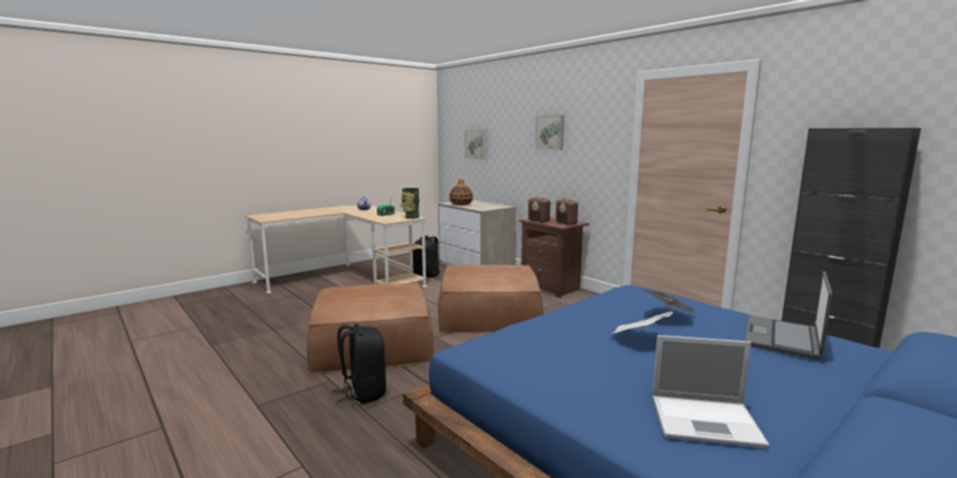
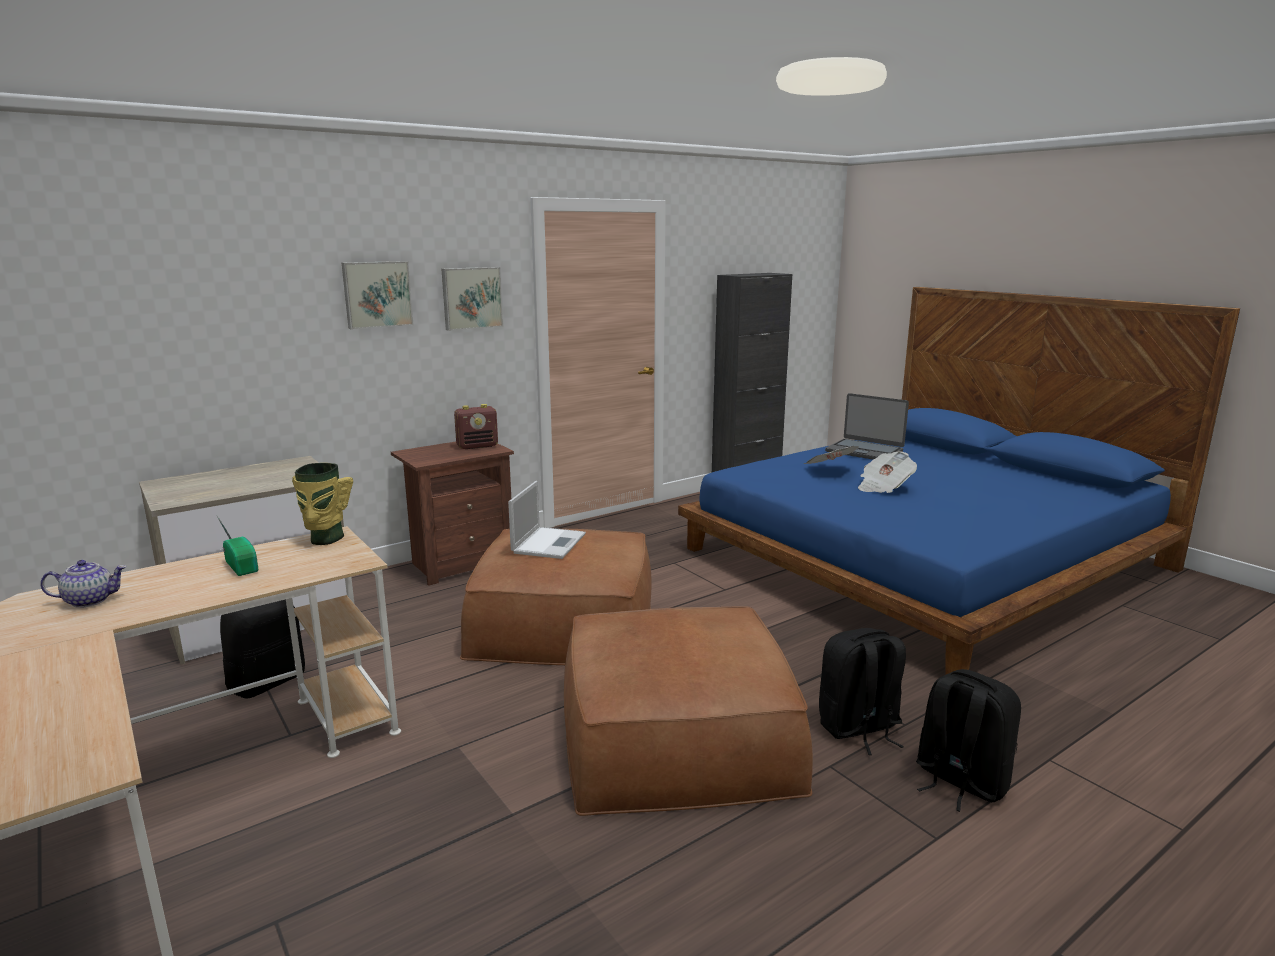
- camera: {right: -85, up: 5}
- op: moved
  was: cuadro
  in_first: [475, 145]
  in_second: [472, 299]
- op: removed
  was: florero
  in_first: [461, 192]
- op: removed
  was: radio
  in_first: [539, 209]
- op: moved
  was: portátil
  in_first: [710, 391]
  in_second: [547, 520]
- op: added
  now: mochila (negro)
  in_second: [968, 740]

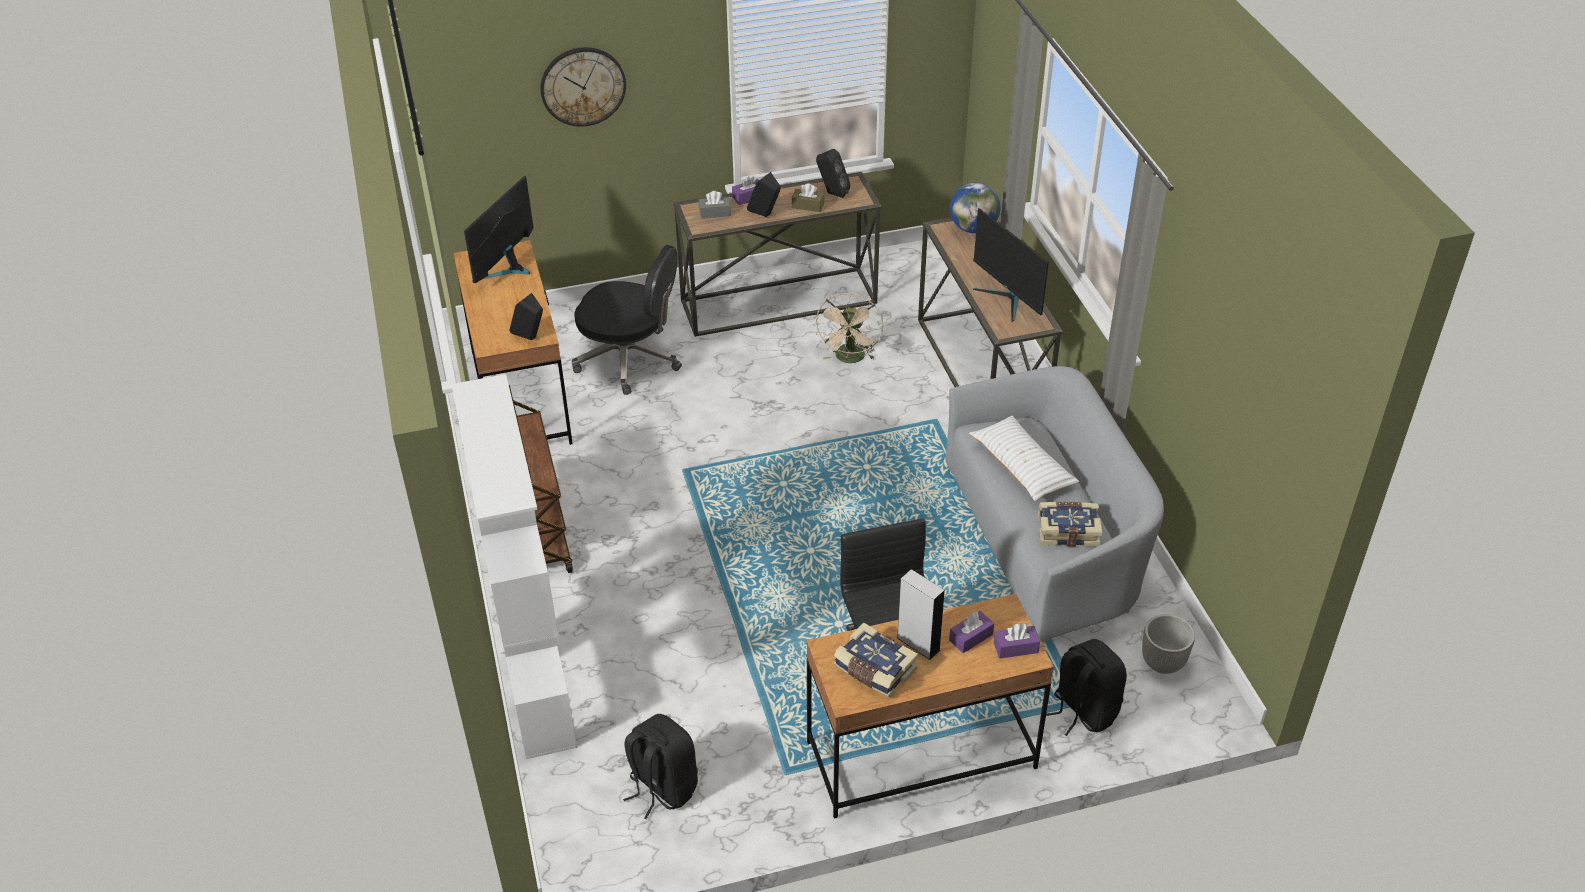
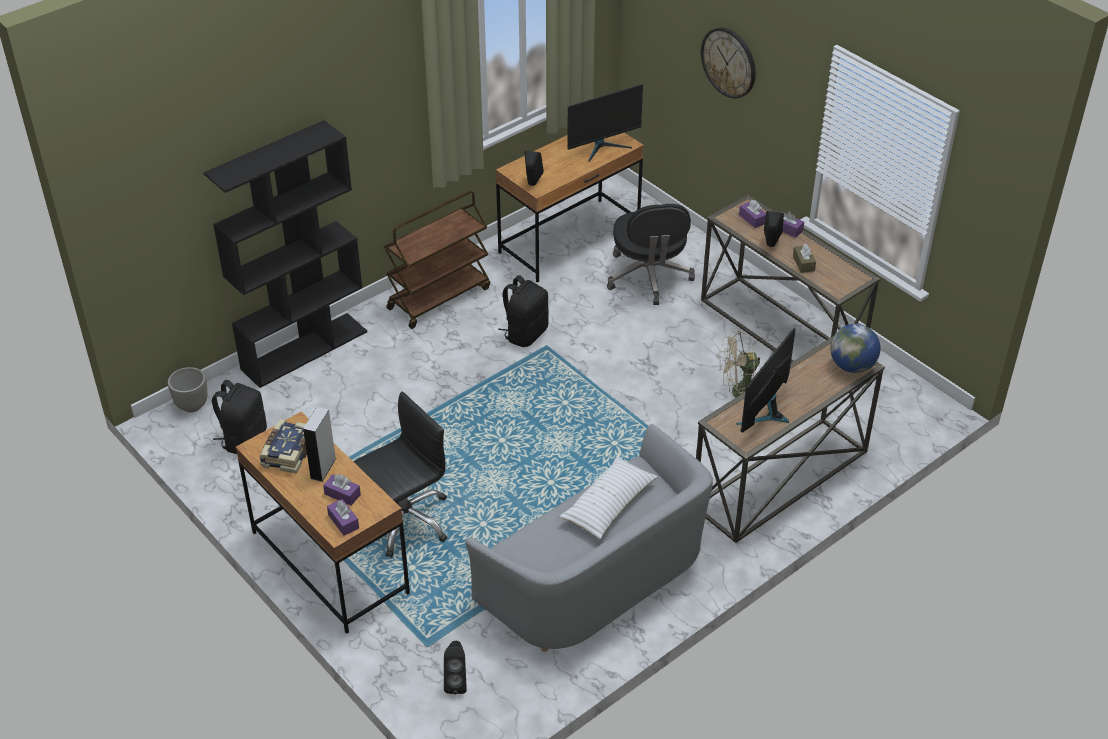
- camera: {right: 65, up: 0}
- op: moved
  was: altavoz (negro)
  in_first: [833, 173]
  in_second: [455, 668]
- op: turned
  was: monitor
  in_first: [499, 229]
  in_second: [605, 123]
  clockwise: 150
- op: recoloured
  was: caja de pañuelos (gris)
  now: caja de pañuelos (morado)
  in_first: [715, 205]
  in_second: [752, 214]
- op: recoloured
  was: estantería (blanco)
  now: estantería (negro)
  in_first: [514, 566]
  in_second: [285, 254]
- op: removed
  was: libro
  in_first: [1070, 524]
- op: moved
  was: maceta
  in_first: [1168, 644]
  in_second: [188, 389]
- op: moved
  was: mochila (negro)
  in_first: [1086, 687]
  in_second: [523, 311]

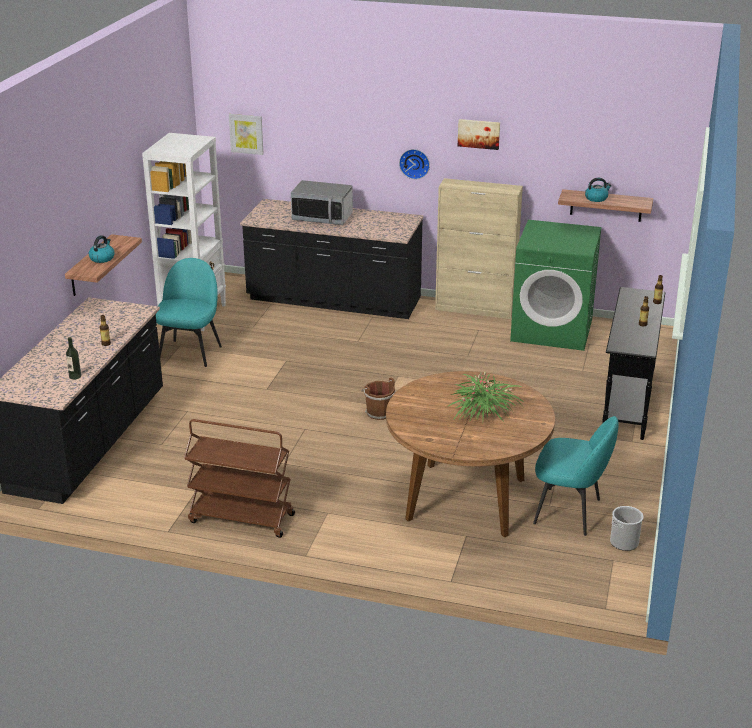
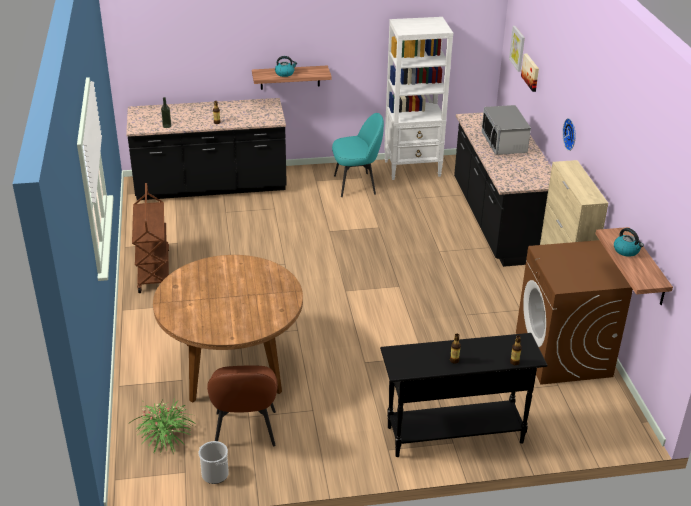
- camera: {right: 65, up: 5}
- op: moved
  was: cuadro
  in_first: [479, 134]
  in_second: [530, 73]
- op: recoloured
  was: lavadora (verde)
  now: lavadora (marrón)
  in_first: [556, 285]
  in_second: [574, 312]
- op: moved
  was: planta en maceta
  in_first: [485, 396]
  in_second: [161, 425]
- op: removed
  was: cubo (marrón)
  in_first: [378, 399]
- op: recoloured
  was: silla (turquesa)
  now: silla (marrón)
  in_first: [576, 476]
  in_second: [242, 406]

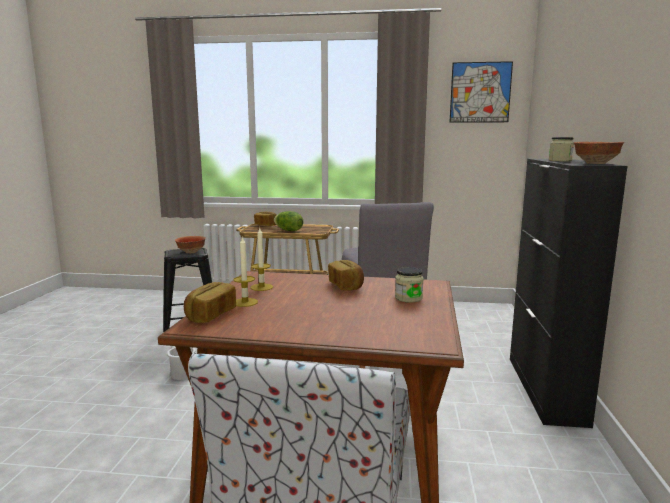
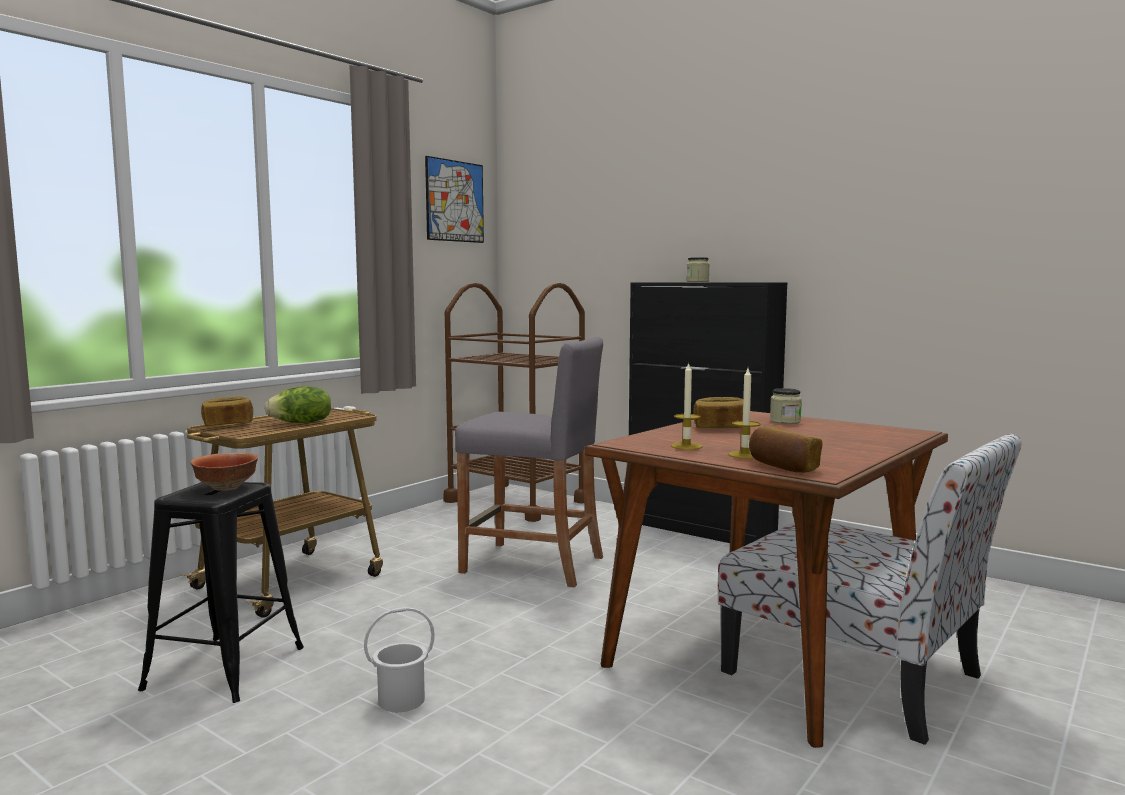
- camera: {right: -60, up: -5}
- op: removed
  was: cuenco
  in_first: [599, 153]
- op: added
  now: carrito (marrón)
  in_second: [514, 402]

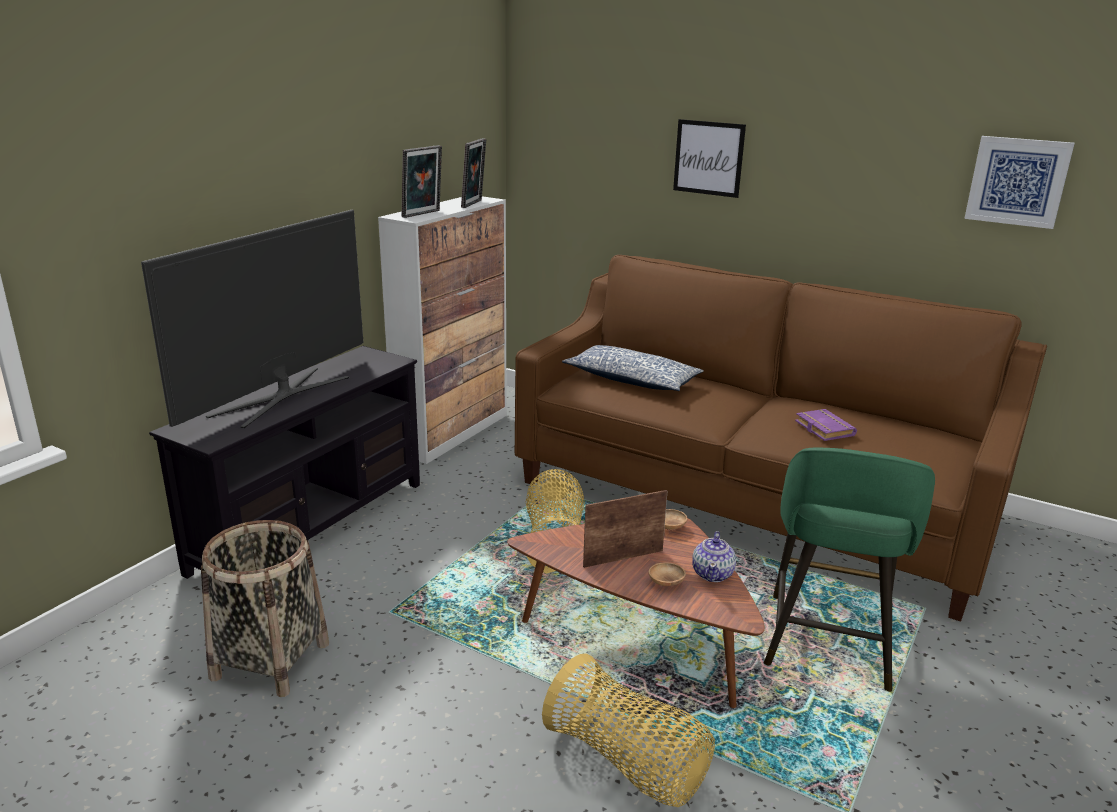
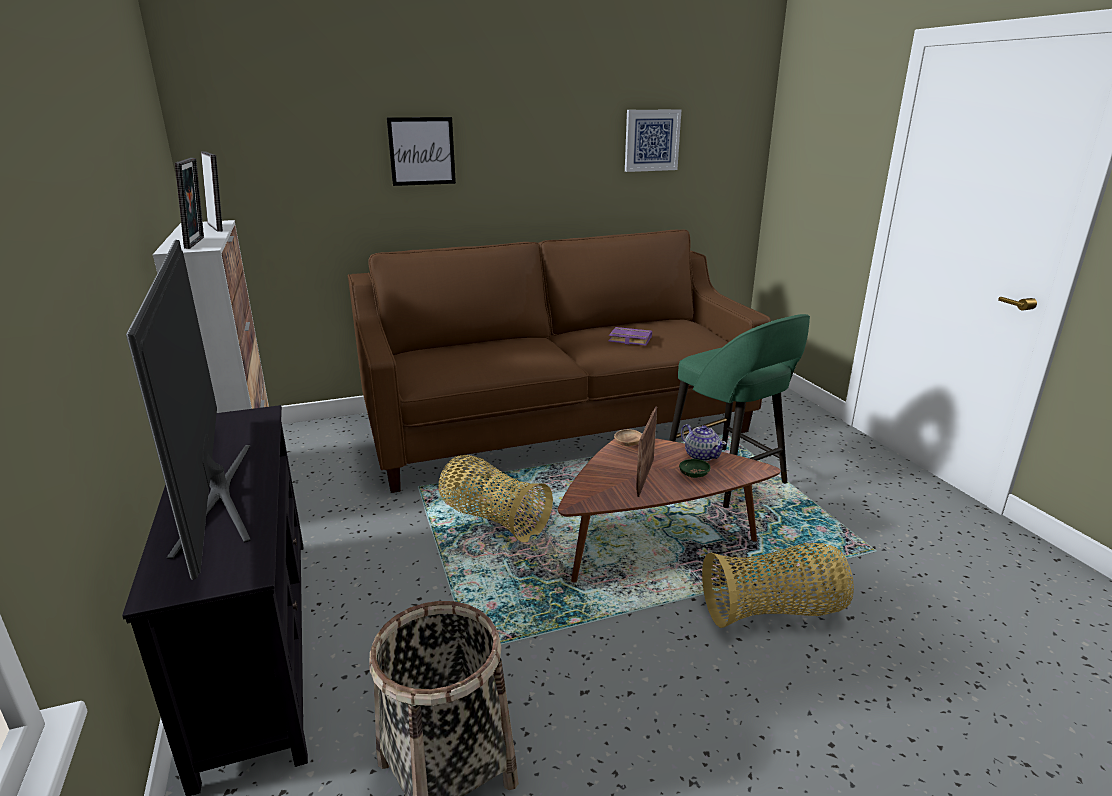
- camera: {right: -50, up: 0}
- op: removed
  was: cojín
  in_first: [633, 368]
- op: recoloured
  was: cuenco (marrón)
  now: cuenco (verde)
  in_first: [667, 574]
  in_second: [695, 468]

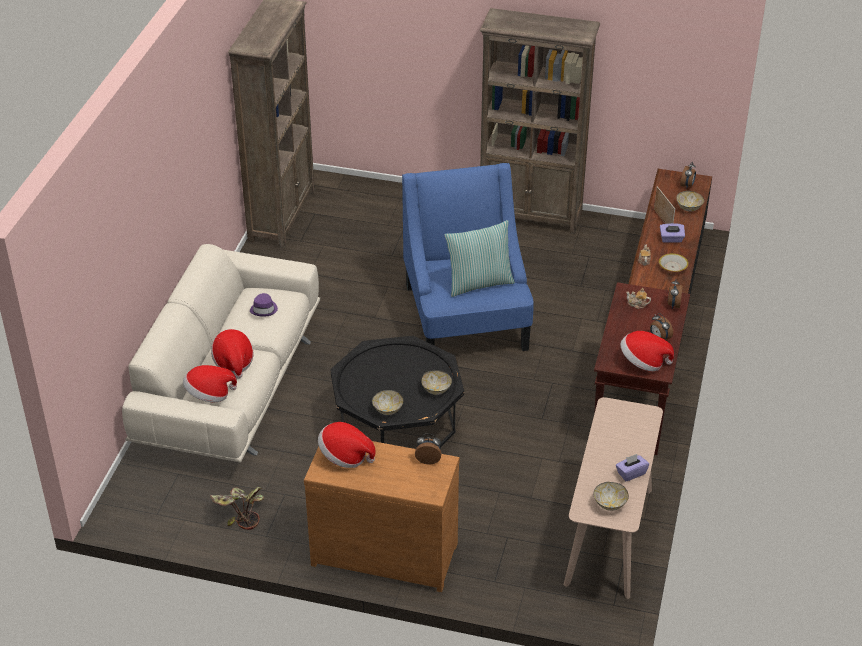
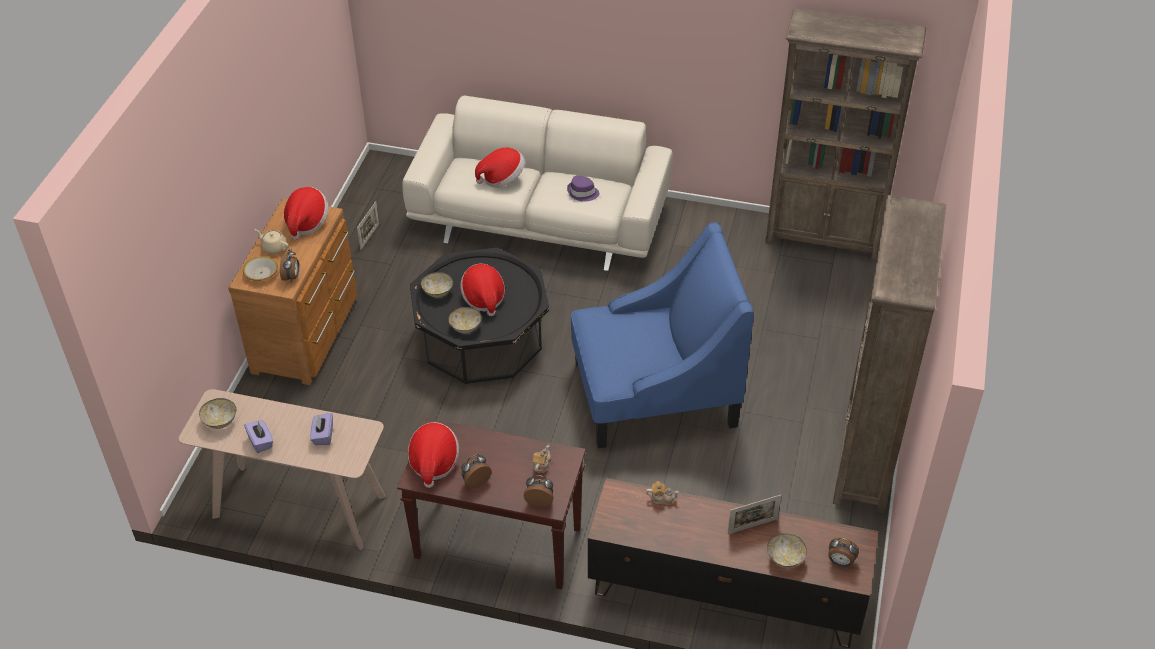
- camera: {right: 90, up: 5}
- op: removed
  was: cojín
  in_first: [480, 258]
- op: moved
  was: caja de pañuelos (morado)
  in_first: [672, 233]
  in_second: [321, 429]
- op: moved
  was: cuenco
  in_first: [674, 262]
  in_second: [260, 268]
- op: moved
  was: sombrero
  in_first: [210, 383]
  in_second: [482, 290]
- op: replaced
  was: planta en maceta
  now: portarretratos
  in_first: [237, 508]
  in_second: [368, 225]
- op: added
  now: tetera (beis)
  in_second: [272, 241]

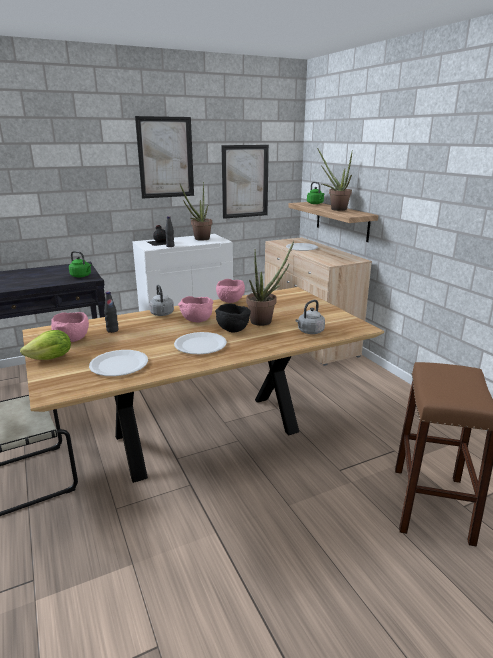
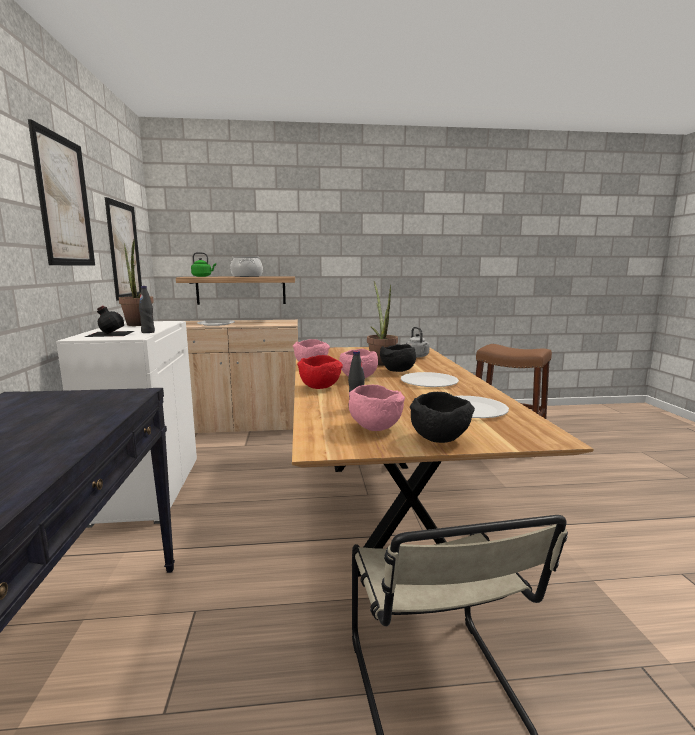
- camera: {right: -70, up: -10}
- op: replaced
  was: planta en maceta
  now: olla
  in_first: [334, 179]
  in_second: [246, 267]
- op: removed
  was: hervidor (verde)
  in_first: [80, 264]
- op: replaced
  was: hervidor (gris)
  now: cuenco (rojo)
  in_first: [161, 300]
  in_second: [320, 372]
- op: replaced
  was: lechuga
  now: cuenco (negro)
  in_first: [45, 345]
  in_second: [442, 417]

